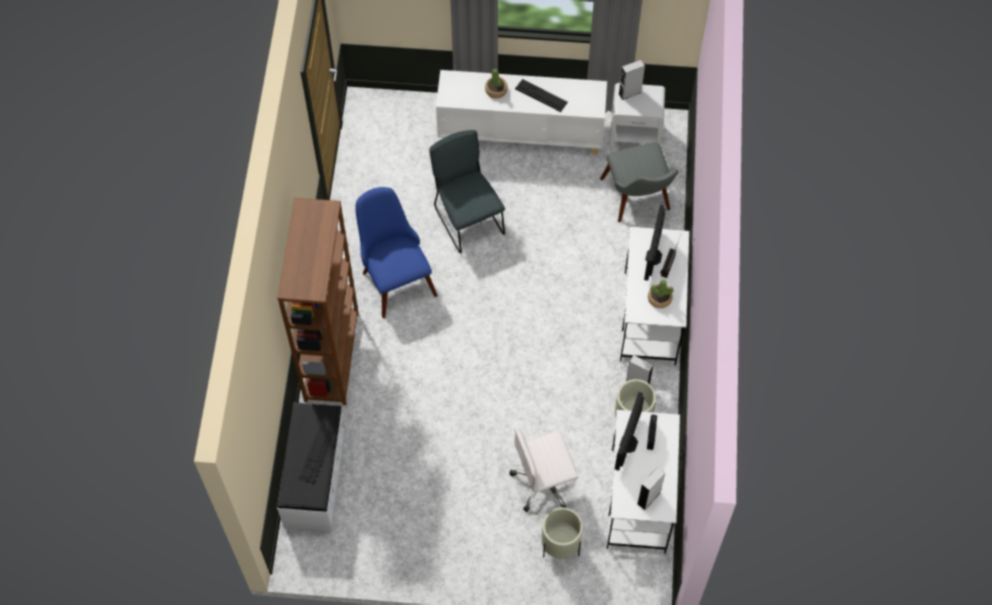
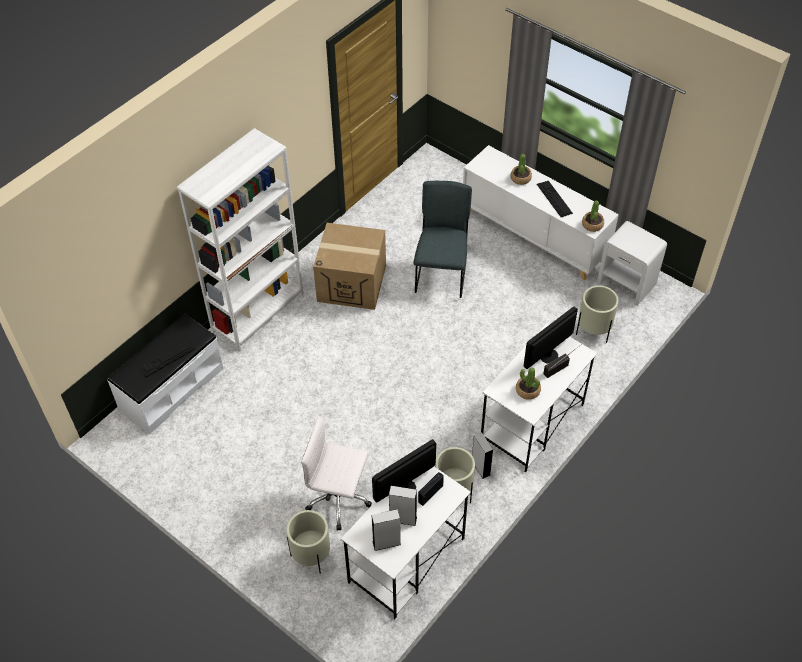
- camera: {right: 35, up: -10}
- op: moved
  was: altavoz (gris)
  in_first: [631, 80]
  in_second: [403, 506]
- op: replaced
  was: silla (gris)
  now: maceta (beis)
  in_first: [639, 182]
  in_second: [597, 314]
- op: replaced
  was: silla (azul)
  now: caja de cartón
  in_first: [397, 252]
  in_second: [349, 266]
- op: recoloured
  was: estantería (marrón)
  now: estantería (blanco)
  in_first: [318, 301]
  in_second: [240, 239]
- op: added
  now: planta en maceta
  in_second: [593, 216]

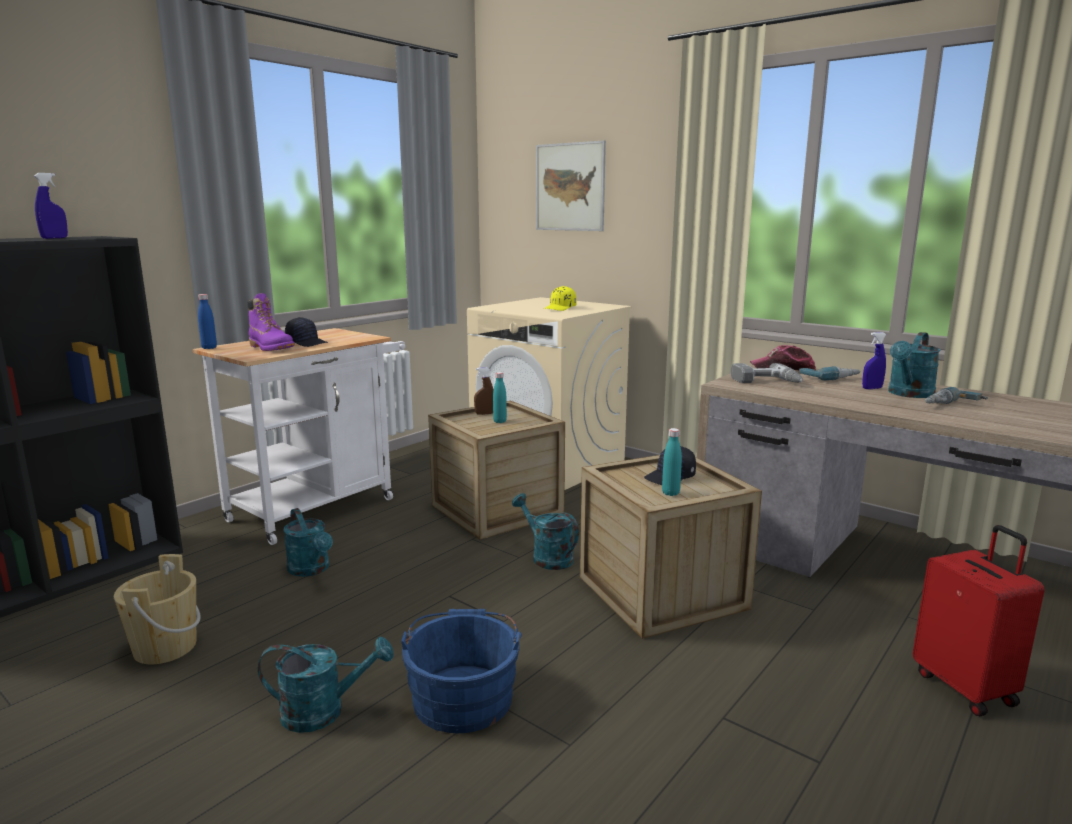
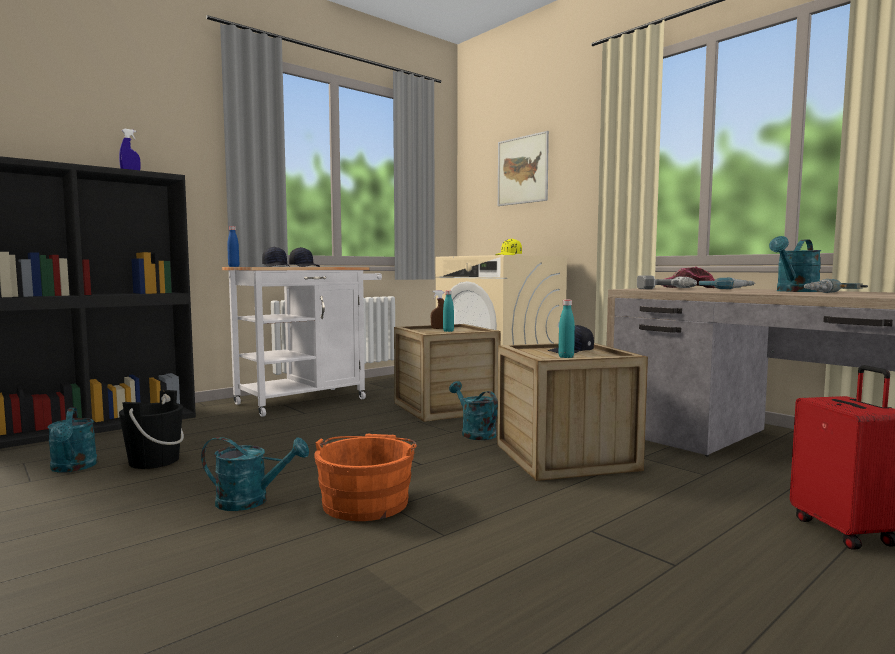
- camera: {right: 10, up: -10}
- op: replaced
  was: bota (morado)
  now: gorra (negro)
  in_first: [271, 322]
  in_second: [276, 257]
- op: removed
  was: pulverizador (azul)
  in_first: [874, 360]
- op: moved
  was: regadera (turquesa)
  in_first: [308, 542]
  in_second: [72, 439]
- op: recoloured
  was: cubo (beis)
  now: cubo (negro)
  in_first: [157, 609]
  in_second: [151, 429]
- op: recoloured
  was: cubo (azul)
  now: cubo (naranja)
  in_first: [461, 671]
  in_second: [365, 477]

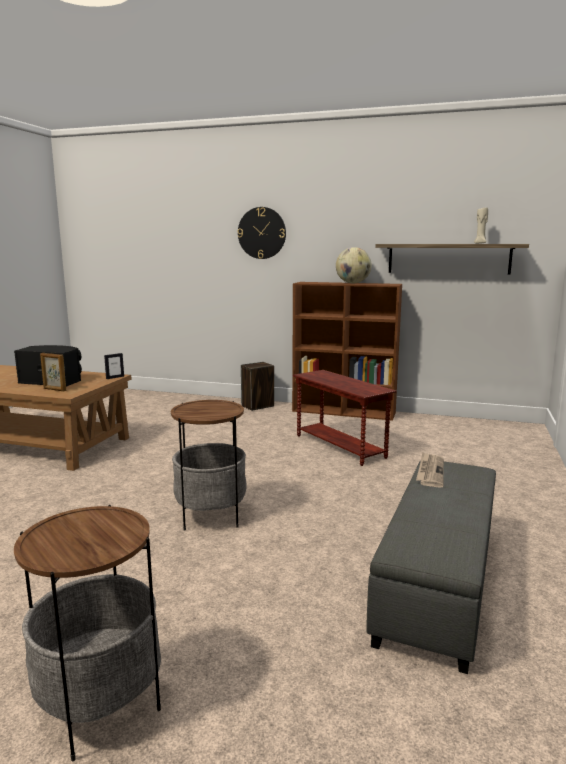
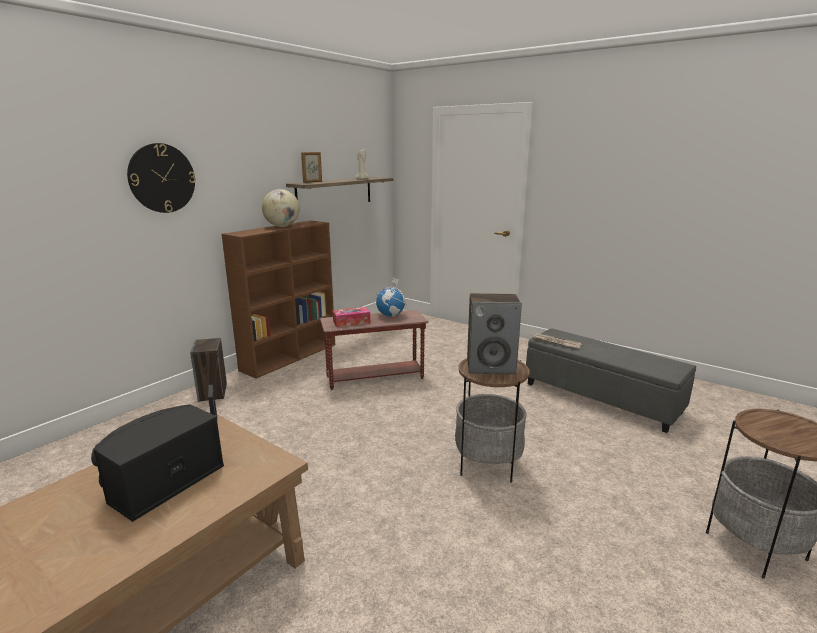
- camera: {right: -70, up: 5}
- op: moved
  was: portarretratos
  in_first: [53, 372]
  in_second: [311, 167]
- op: added
  now: globo terráqueo
  in_second: [391, 297]
- op: added
  now: altavoz
  in_second: [494, 334]
- op: added
  now: caja de pañuelos
  in_second: [351, 317]

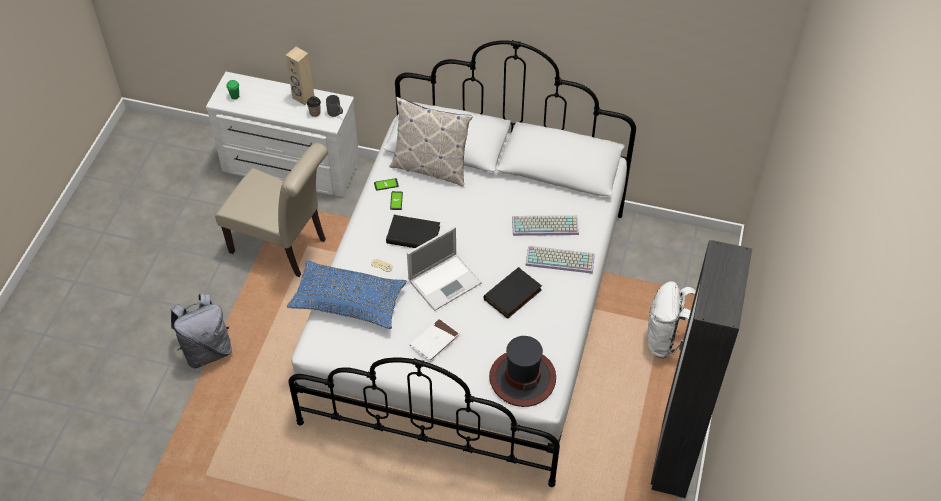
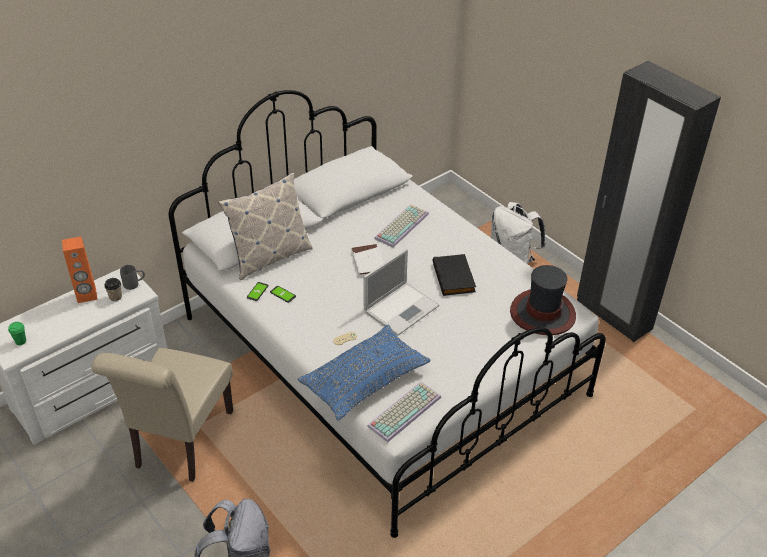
- camera: {right: -55, up: -10}
- op: recoloured
  was: altavoz (beis)
  now: altavoz (naranja)
  in_first: [300, 76]
  in_second: [79, 269]
- op: turned
  was: silla (beis)
  in_first: [271, 210]
  in_second: [162, 414]
  clockwise: 135
- op: removed
  was: libro (negro)
  in_first: [413, 231]
- op: turned
  was: portátil
  in_first: [444, 268]
  in_second: [401, 292]
  clockwise: 45
- op: moved
  was: teclado
  in_first: [560, 260]
  in_second: [404, 412]
- op: moved
  was: libro (blanco)
  in_first: [435, 340]
  in_second: [367, 260]

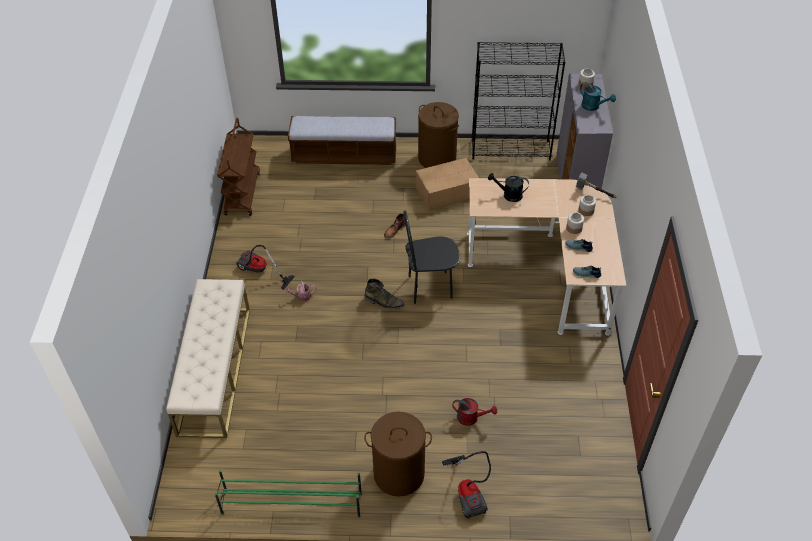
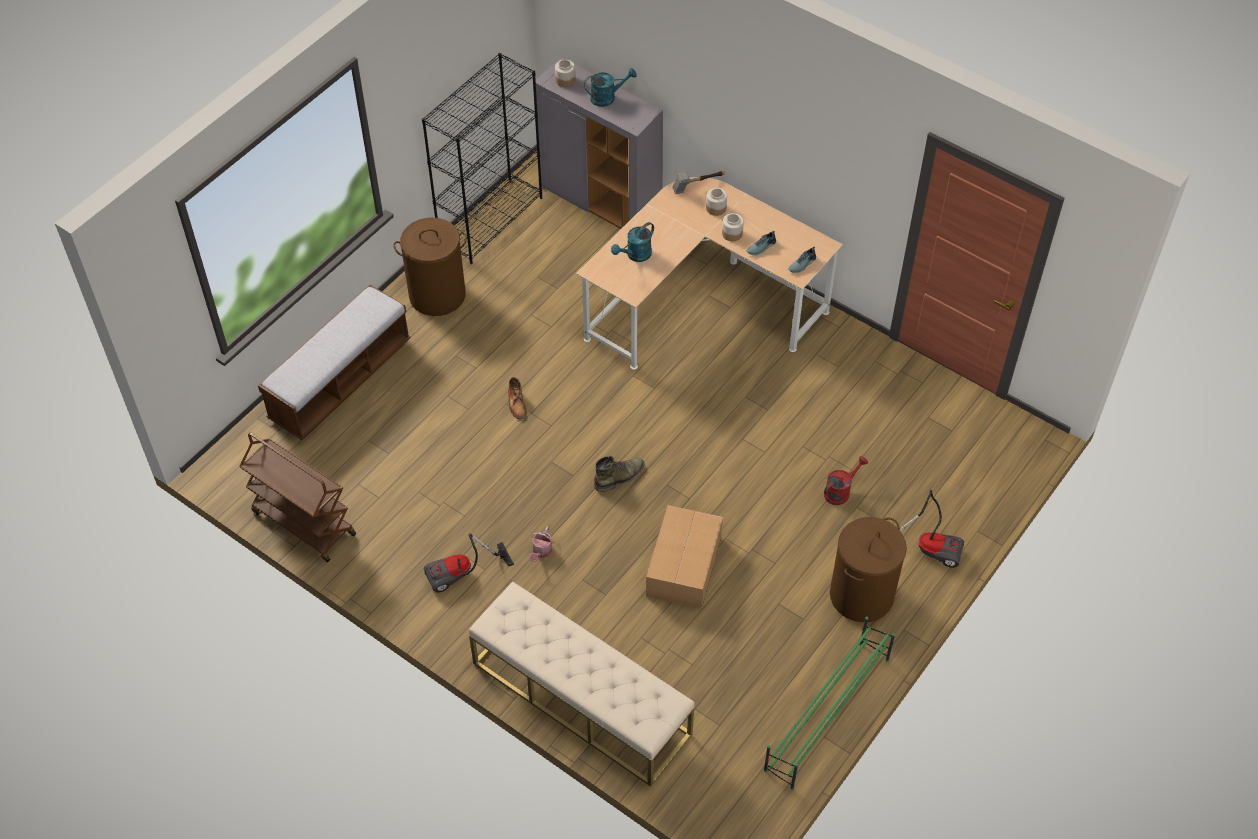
- camera: {right: -55, up: 5}
- op: moved
  was: caja de cartón
  in_first: [447, 184]
  in_second: [684, 557]
- op: recoloured
  was: regadera (negro)
  now: regadera (turquesa)
  in_first: [508, 187]
  in_second: [632, 242]
- op: removed
  was: silla (negro)
  in_first: [432, 257]

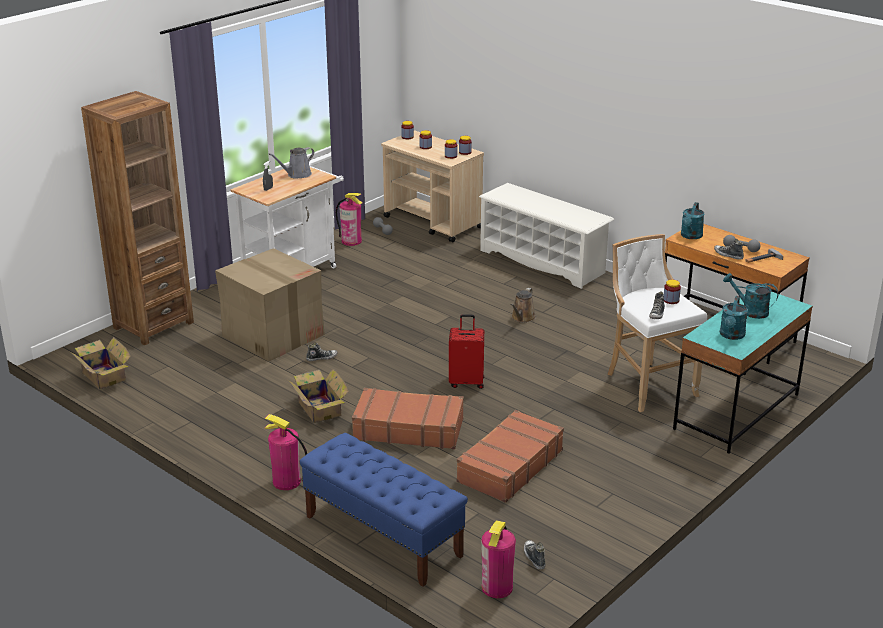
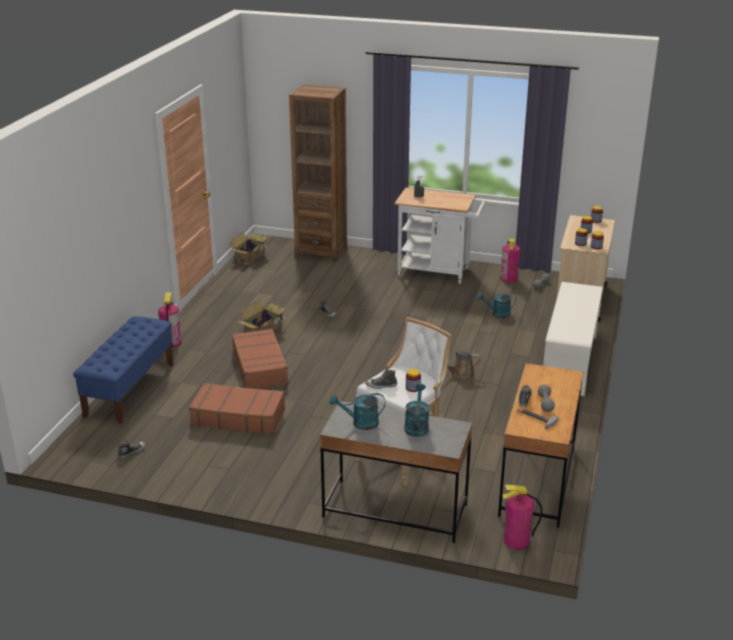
- camera: {right: 65, up: 0}
- op: removed
  was: regadera (gris)
  in_first: [291, 163]
- op: moved
  was: regadera (turquesa)
  in_first: [692, 220]
  in_second: [496, 305]
- op: removed
  was: caja de cartón
  in_first: [270, 305]
- op: recoloured
  was: escritorio (turquesa)
  now: escritorio (gris)
  in_first: [743, 373]
  in_second: [396, 472]
- op: removed
  was: maleta (rojo)
  in_first: [466, 351]
- op: moved
  was: extintor
  in_first: [498, 559]
  in_second: [522, 517]

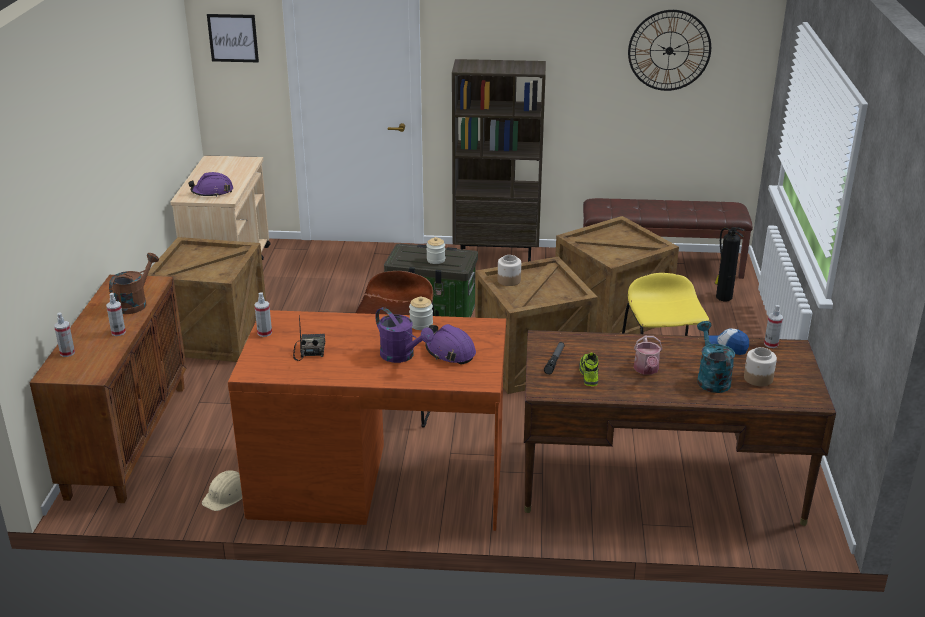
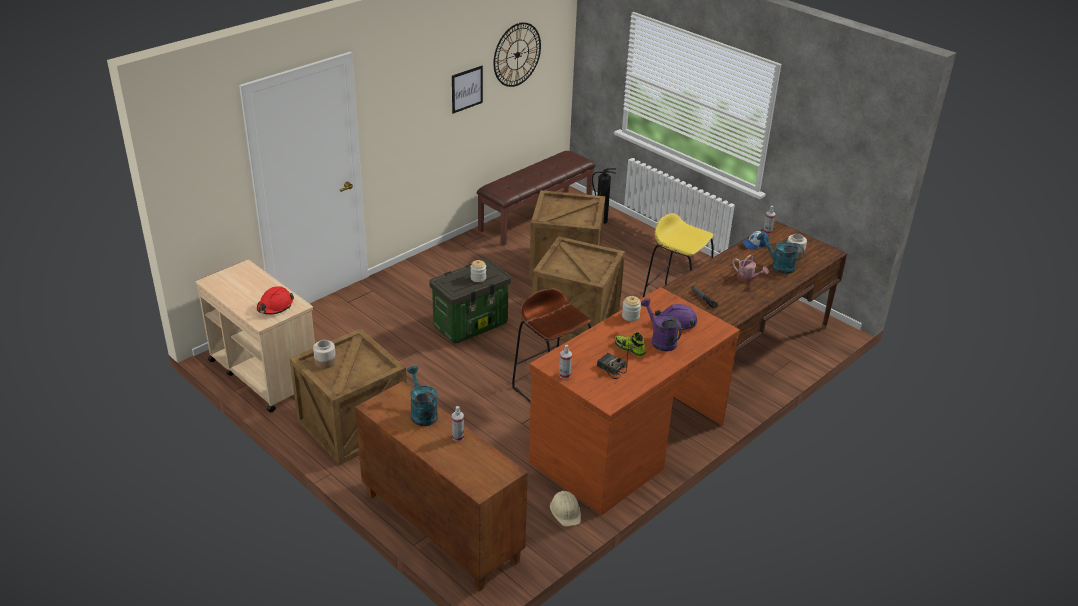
- camera: {right: -50, up: 5}
- op: moved
  was: cuadro
  in_first: [233, 38]
  in_second: [467, 90]
- op: removed
  was: estantería (marrón)
  in_first: [499, 160]
- op: recoloured
  was: casco (morado)
  now: casco (rojo)
  in_first: [210, 184]
  in_second: [275, 300]
- op: recoloured
  was: regadera (marrón)
  now: regadera (turquesa)
  in_first: [134, 283]
  in_second: [422, 396]
- op: moved
  was: tarro
  in_first: [509, 270]
  in_second: [324, 354]
- op: turned
  was: regadera (morado)
  in_first: [404, 335]
  in_second: [661, 324]
  clockwise: -120
- op: removed
  was: pulverizador
  in_first: [64, 334]
- op: moved
  was: zapato
  in_first: [589, 369]
  in_second: [630, 344]

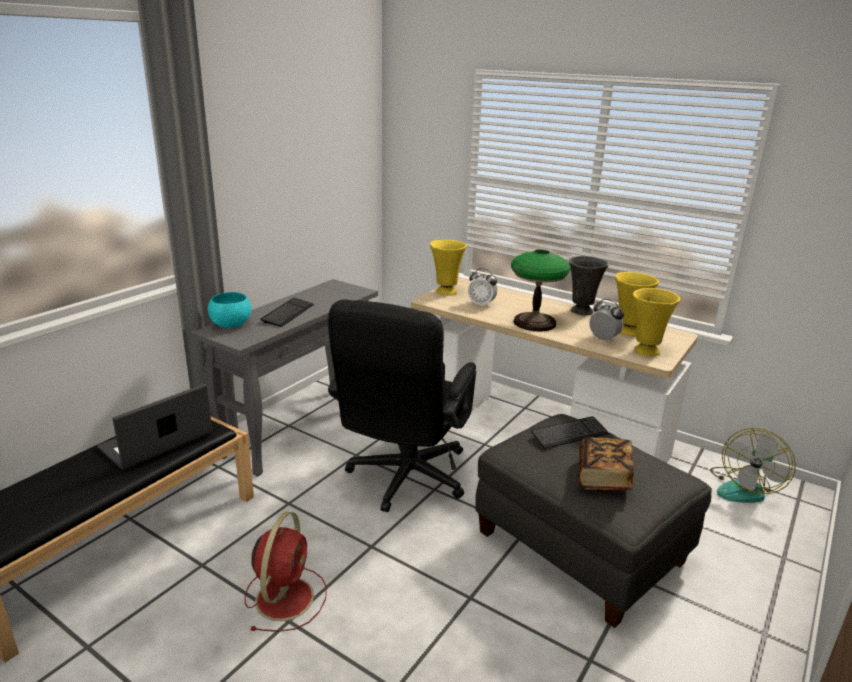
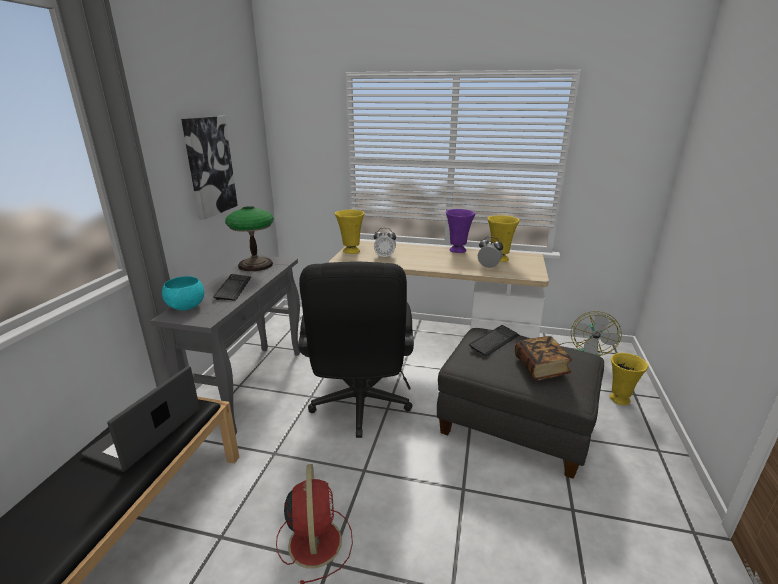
- camera: {right: -20, up: 0}
- op: moved
  was: lámpara de mesa
  in_first: [541, 291]
  in_second: [249, 238]
- op: recoloured
  was: florero (gris)
  now: florero (morado)
  in_first: [588, 285]
  in_second: [461, 231]
- op: moved
  was: florero (amarillo)
  in_first: [657, 322]
  in_second: [628, 379]
- op: added
  now: cuadro
  in_second: [209, 168]

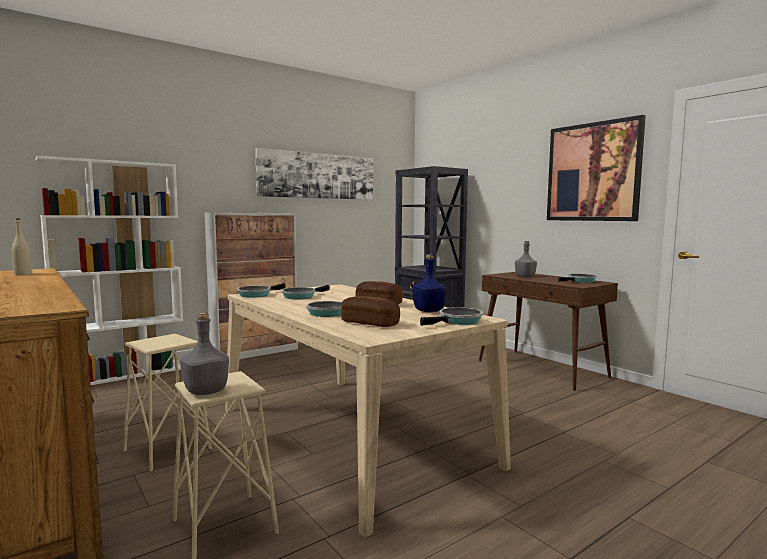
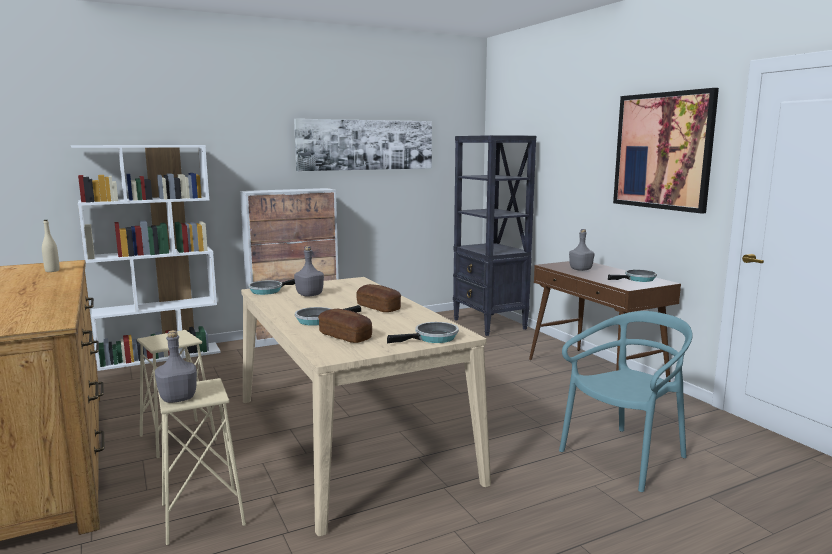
- camera: {right: 10, up: 5}
- op: removed
  was: botella (azul)
  in_first: [429, 283]
- op: replaced
  was: sartén
  now: botella (gris)
  in_first: [305, 292]
  in_second: [309, 271]
- op: added
  now: silla (turquesa)
  in_second: [626, 401]

